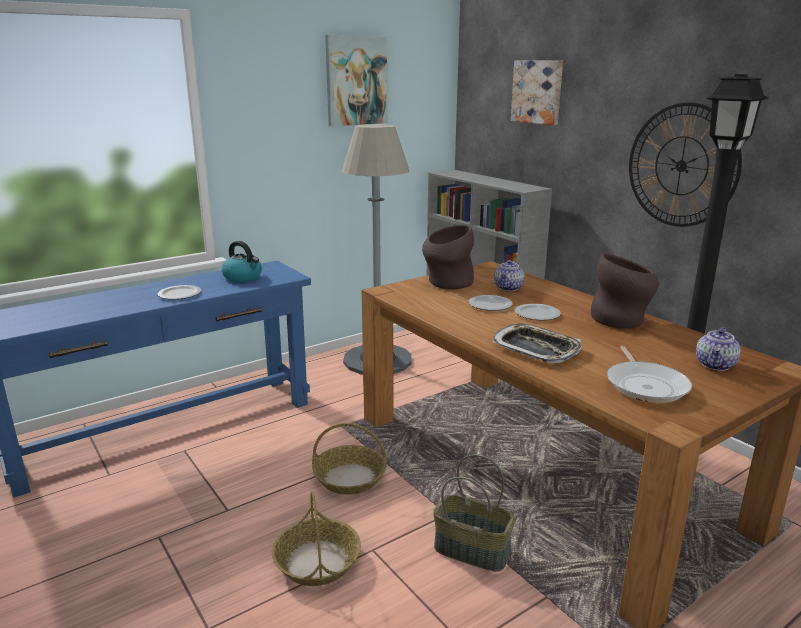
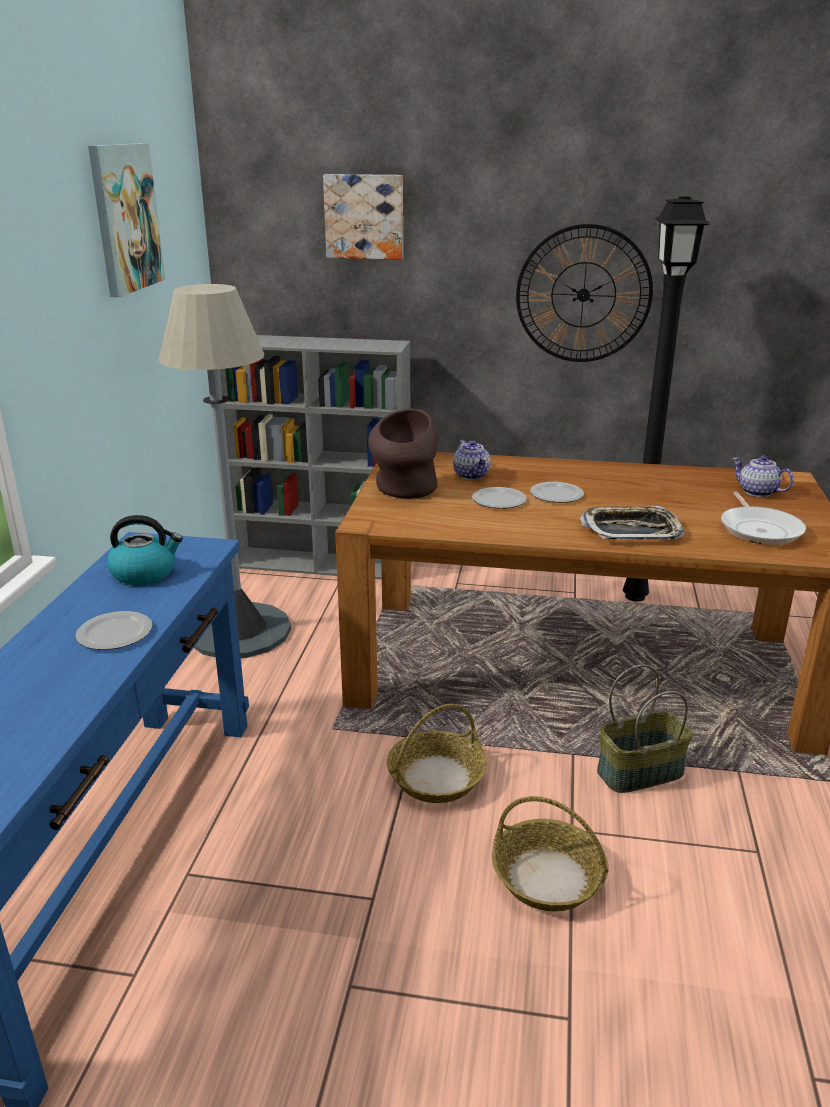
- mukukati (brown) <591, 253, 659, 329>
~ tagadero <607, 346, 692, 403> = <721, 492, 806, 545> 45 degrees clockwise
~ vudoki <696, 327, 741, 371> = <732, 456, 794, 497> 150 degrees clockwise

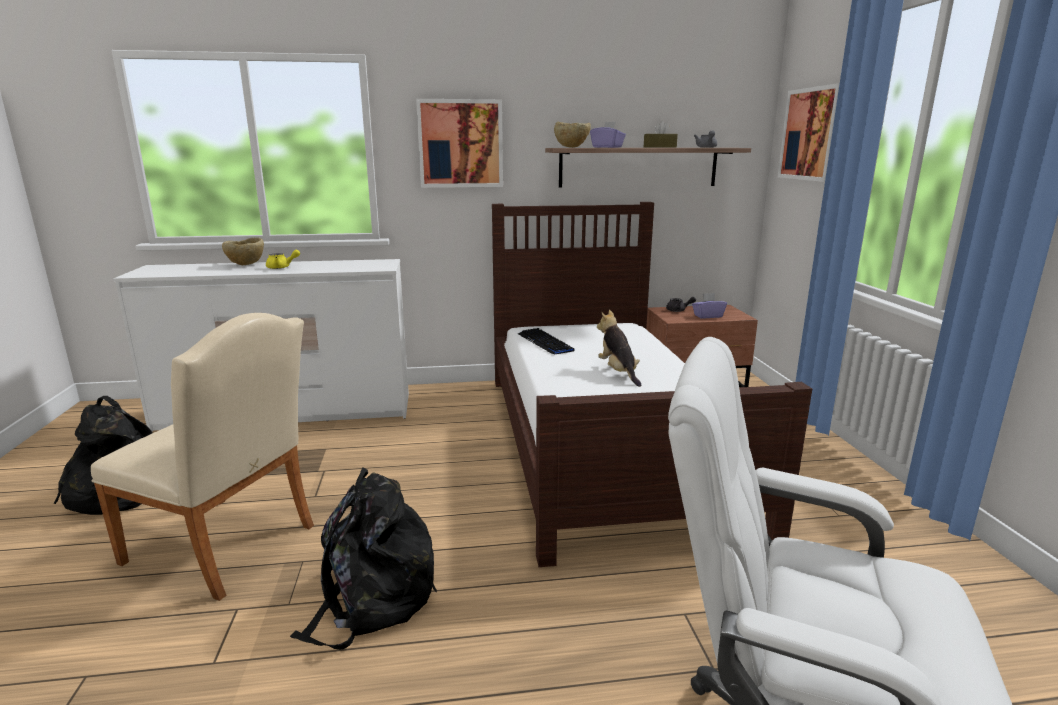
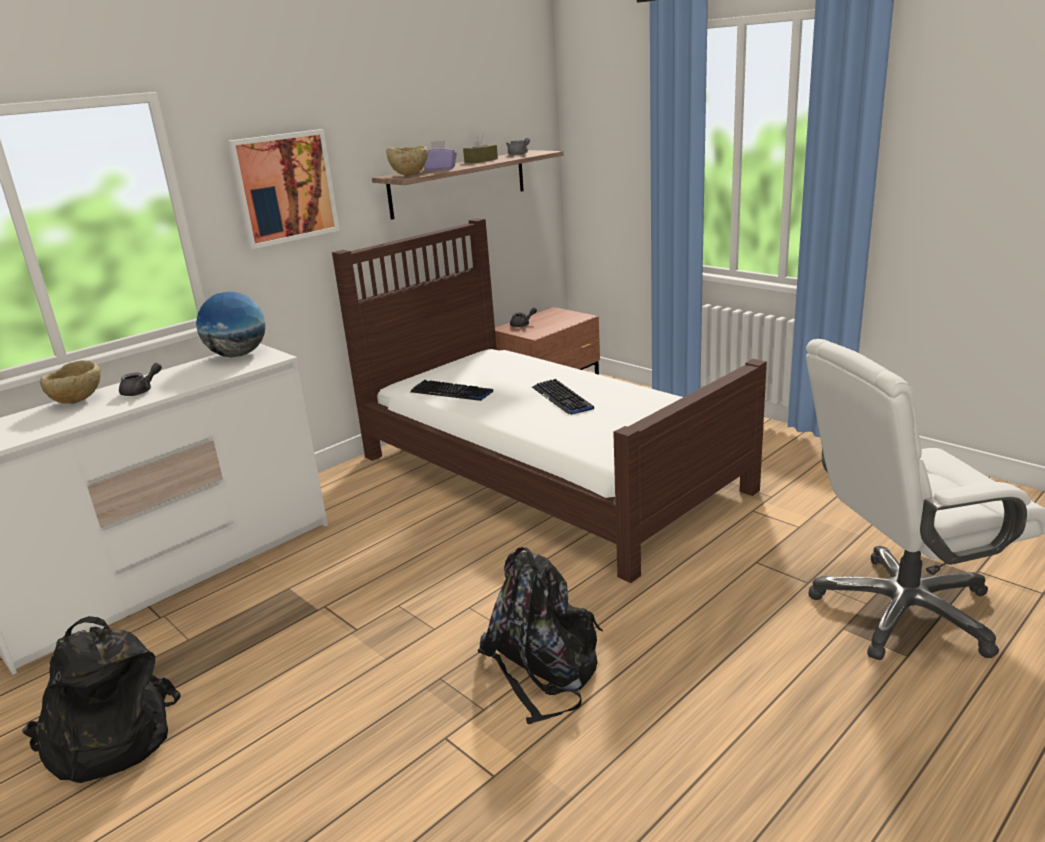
- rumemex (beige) <91, 313, 314, 601>
~ vudoki (yellow) <266, 250, 300, 269> to vudoki (grey) <119, 363, 162, 396>
~ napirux <597, 310, 641, 387> to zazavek <532, 379, 594, 415>
- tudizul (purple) <692, 293, 727, 319>
- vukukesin <777, 83, 840, 182>
+ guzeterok <196, 292, 265, 357>

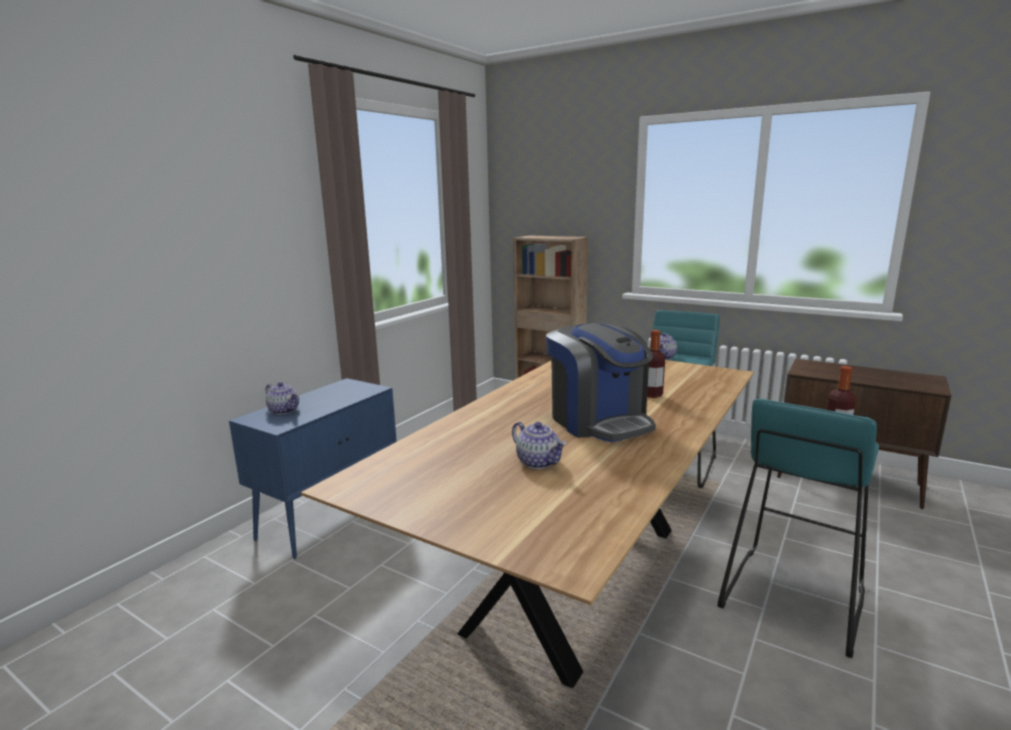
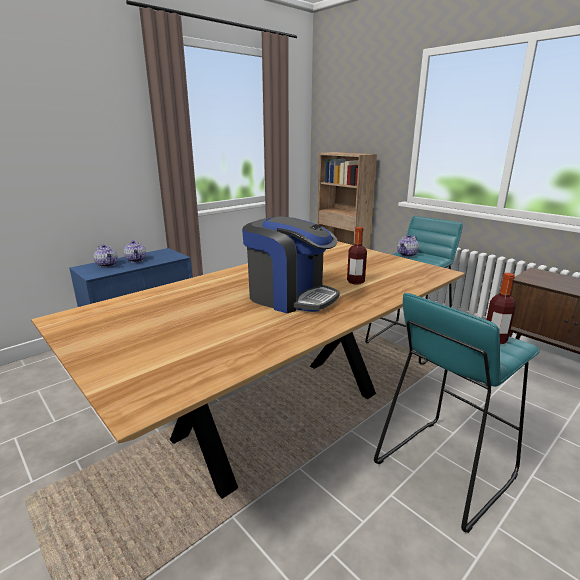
~ vudoki <512, 422, 566, 469> to <124, 240, 146, 262>
~ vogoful <546, 323, 656, 442> = <242, 216, 340, 313> 45 degrees counterclockwise

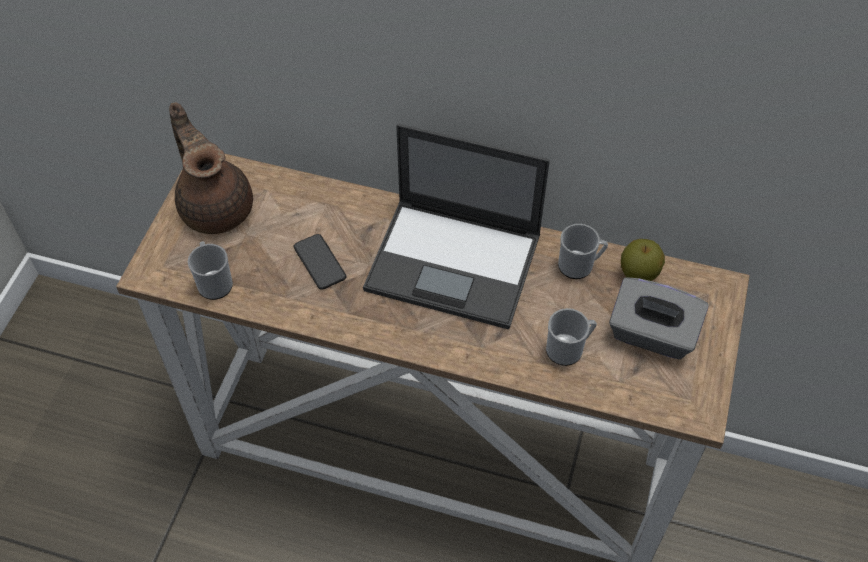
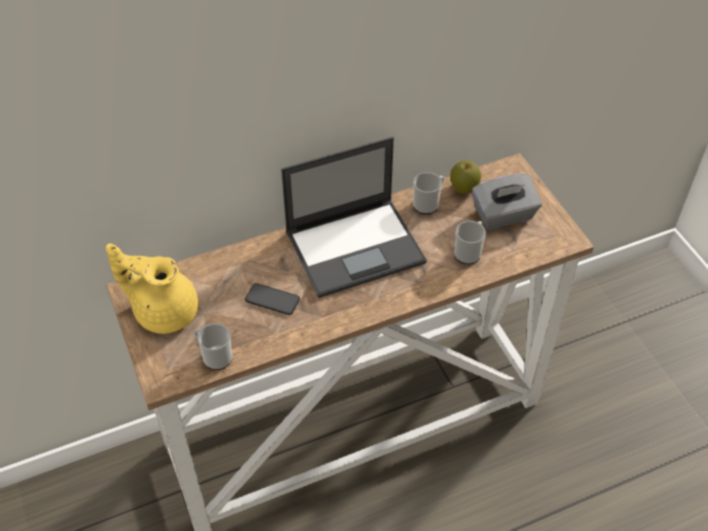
~ vudoki (brown) <169, 102, 253, 234> to vudoki (yellow) <106, 244, 198, 334>

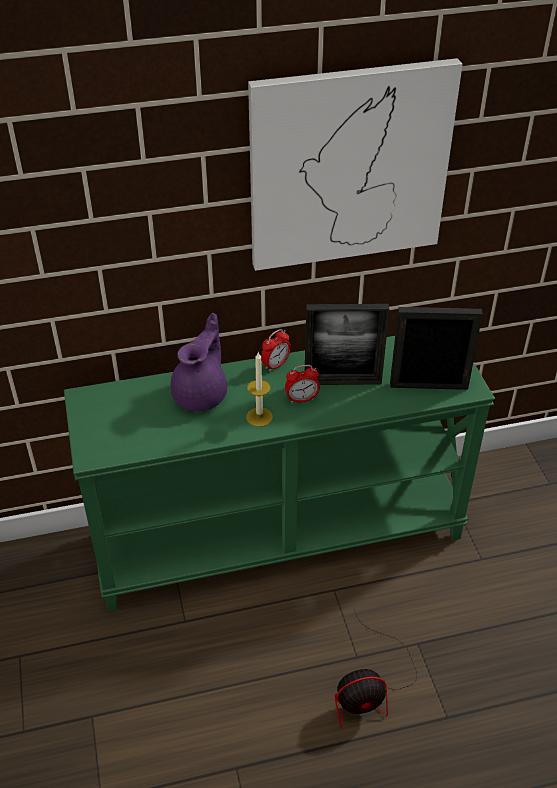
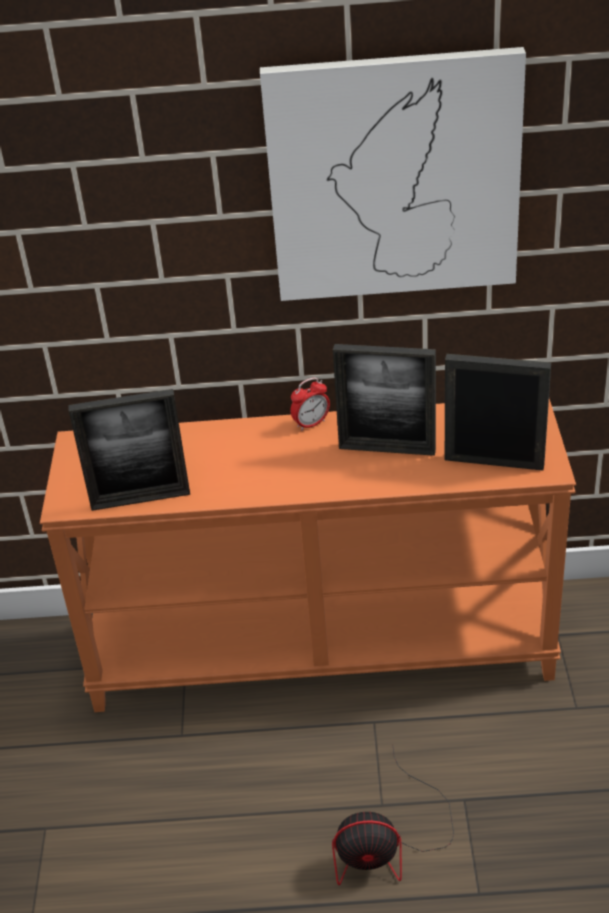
~ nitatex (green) <64, 336, 495, 611> to nitatex (orange) <40, 399, 576, 712>
- vudoki (purple) <170, 313, 227, 411>
- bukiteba <246, 352, 273, 427>
- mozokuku <285, 365, 320, 403>
+ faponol <68, 389, 190, 511>

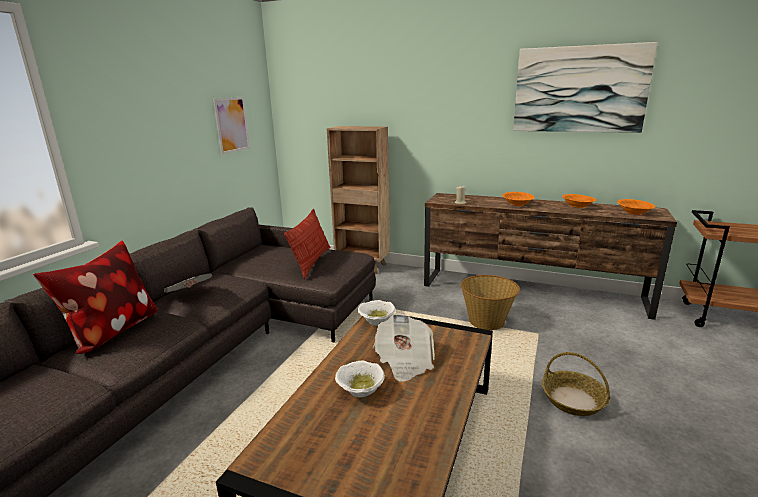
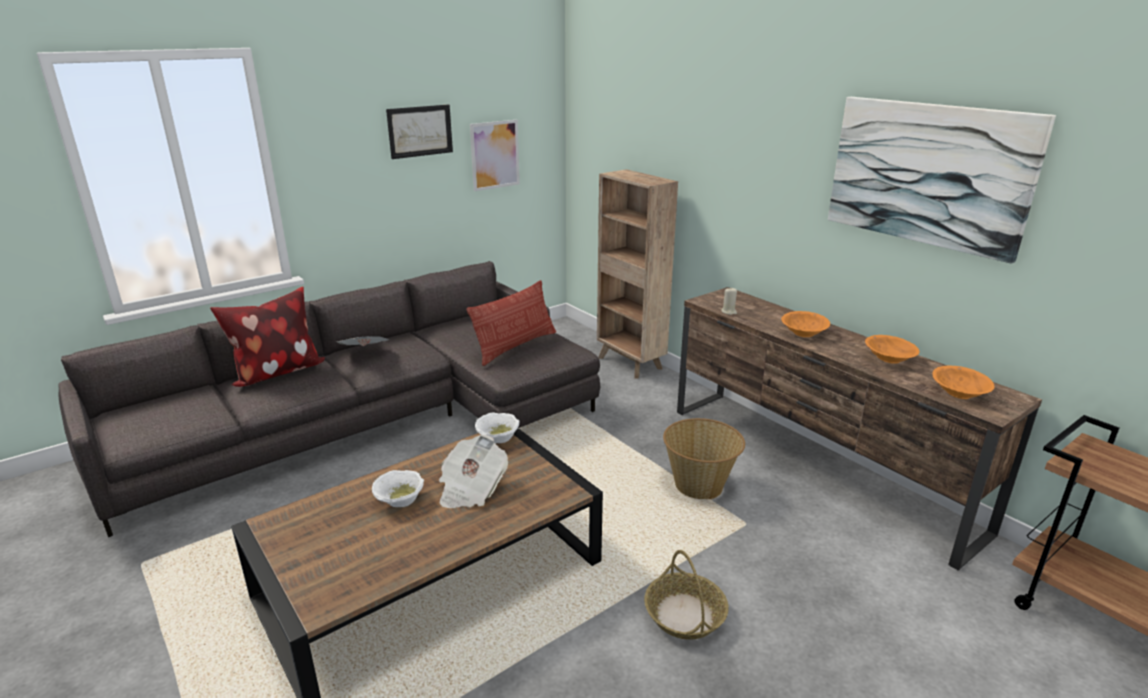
+ vukukesin <386, 104, 453, 159>

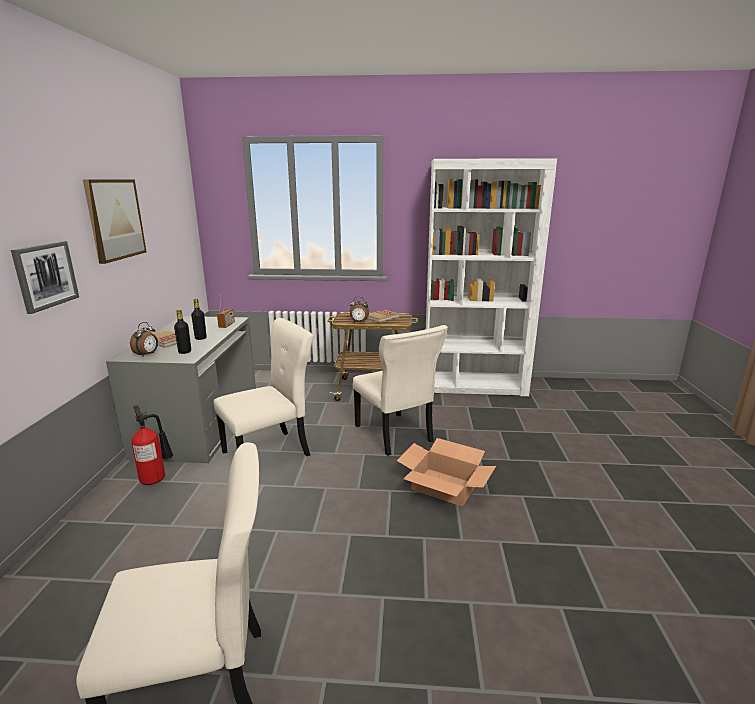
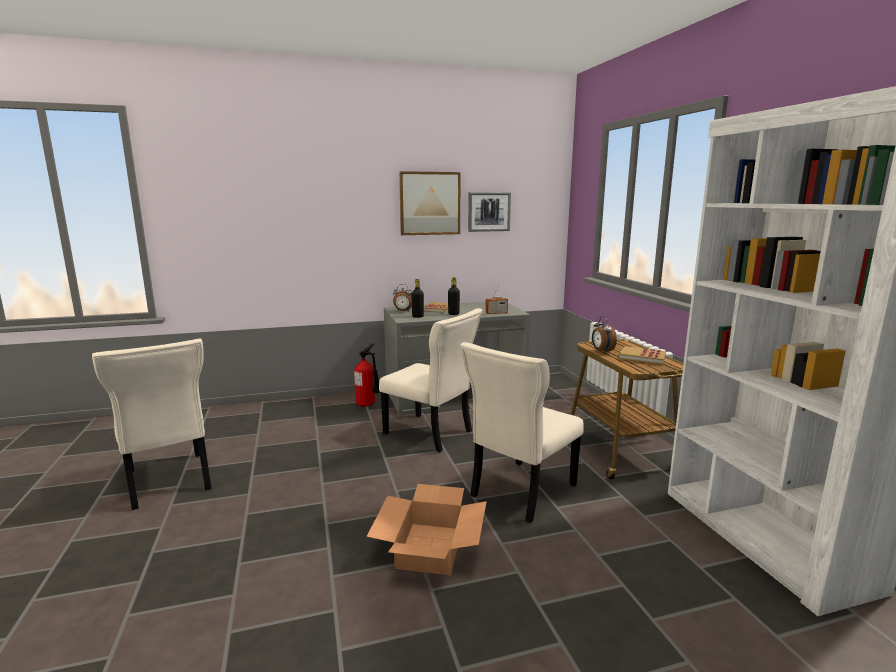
~ vukukesin <11, 241, 79, 314> to <468, 192, 511, 232>

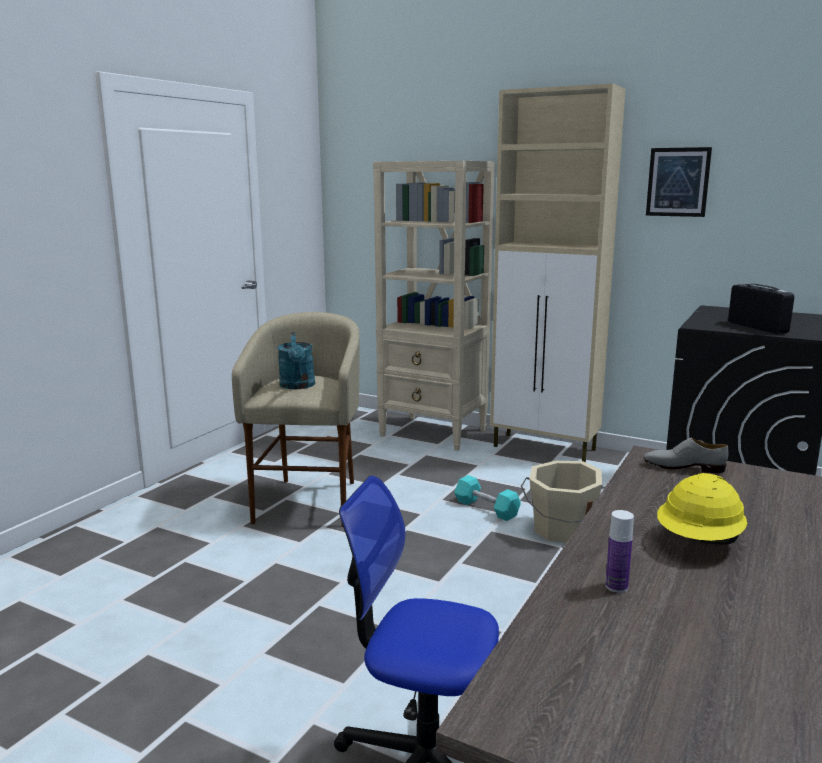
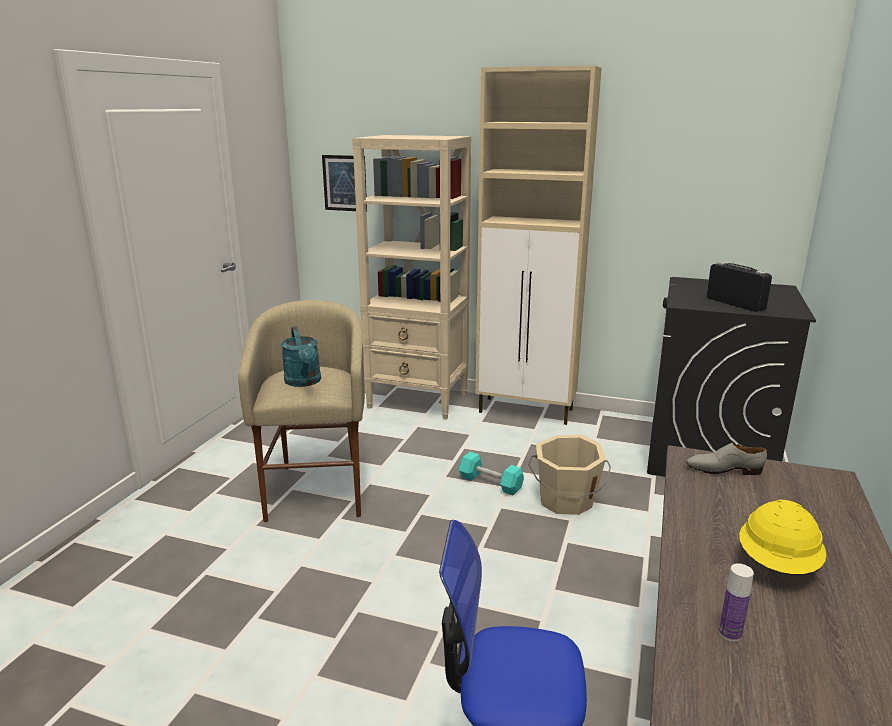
~ vukukesin <646, 147, 712, 217> to <322, 155, 367, 211>

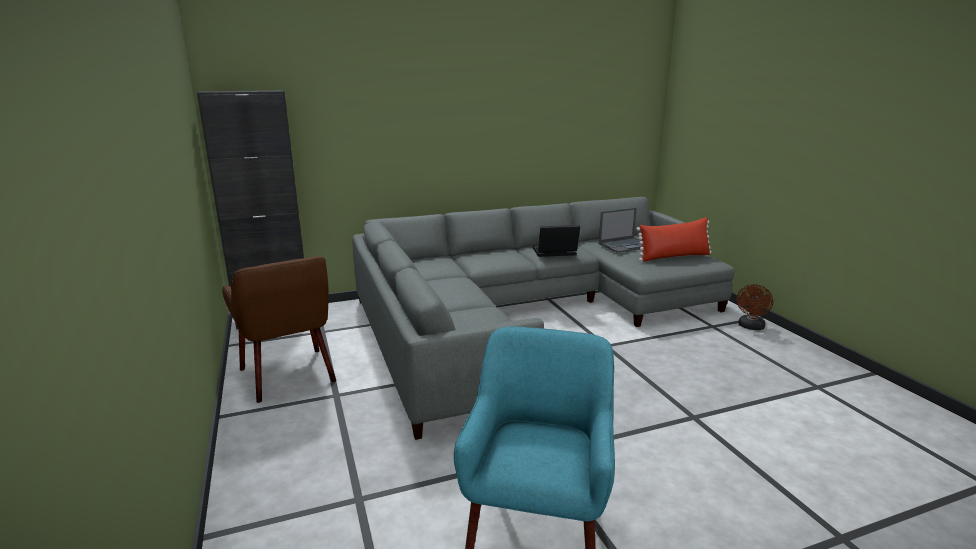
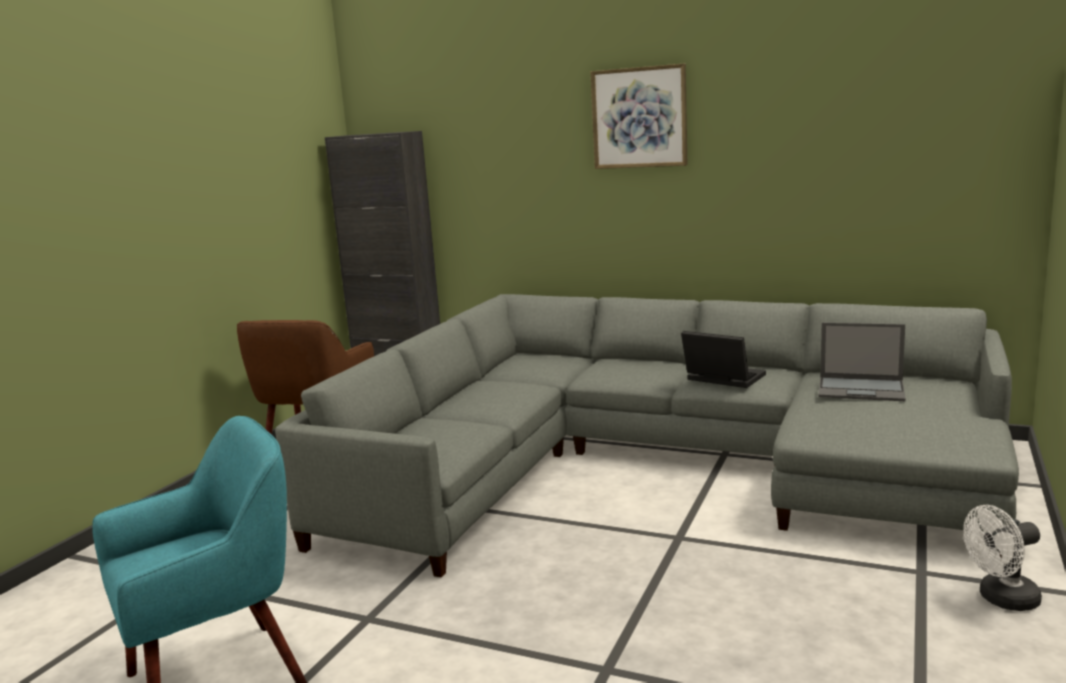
- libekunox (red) <637, 217, 712, 262>
~ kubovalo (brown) <737, 284, 773, 330> to kubovalo (white) <963, 505, 1042, 611>
+ vukukesin <590, 63, 687, 169>

